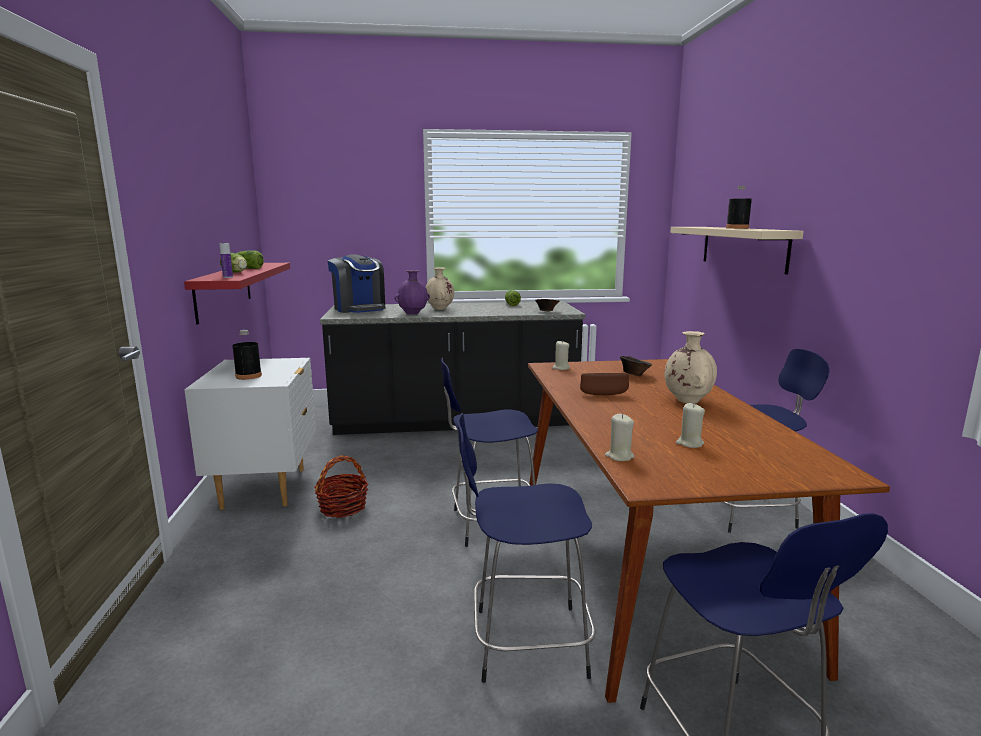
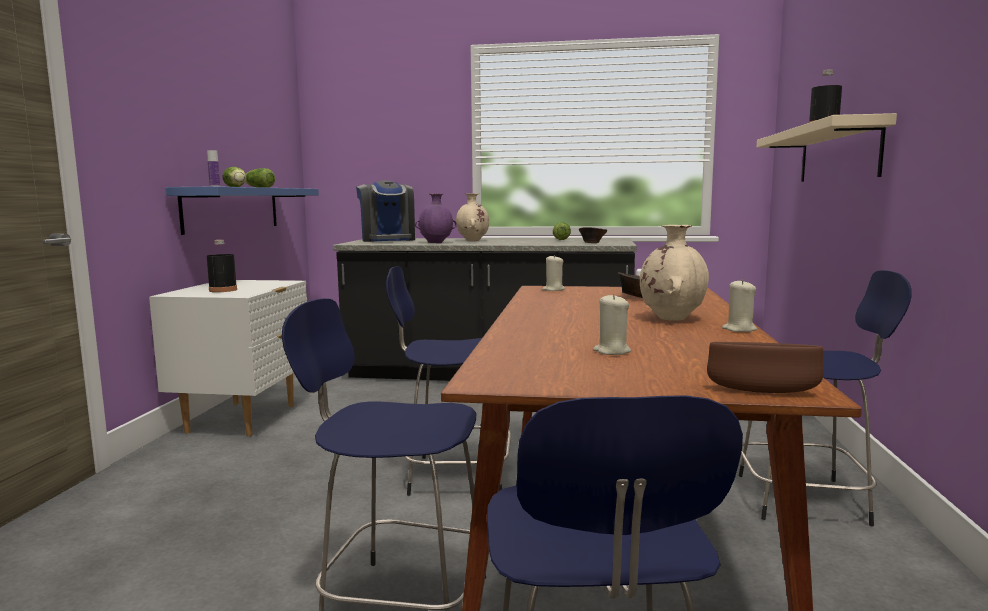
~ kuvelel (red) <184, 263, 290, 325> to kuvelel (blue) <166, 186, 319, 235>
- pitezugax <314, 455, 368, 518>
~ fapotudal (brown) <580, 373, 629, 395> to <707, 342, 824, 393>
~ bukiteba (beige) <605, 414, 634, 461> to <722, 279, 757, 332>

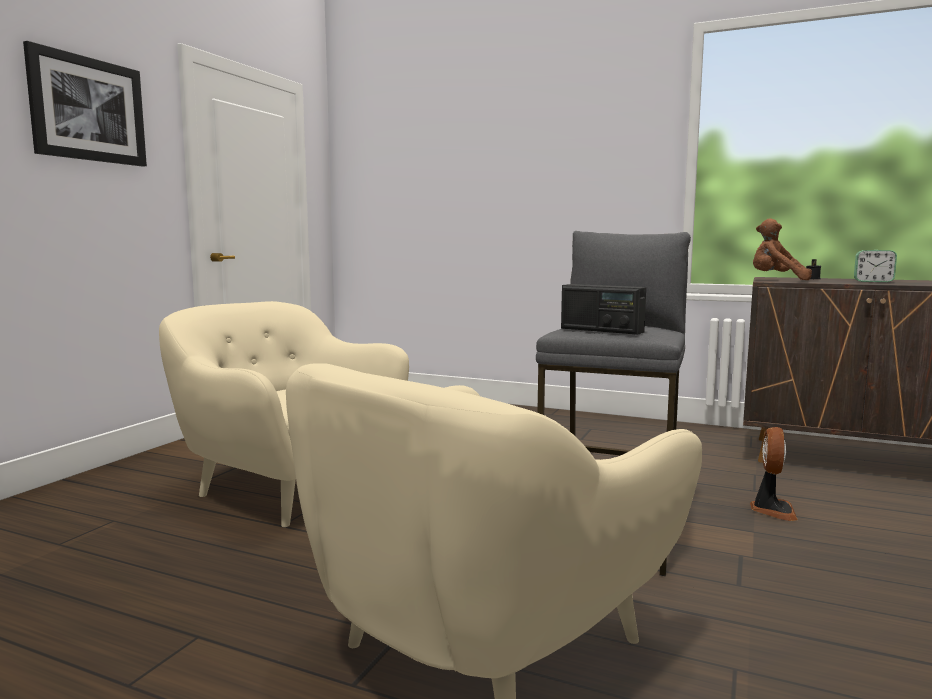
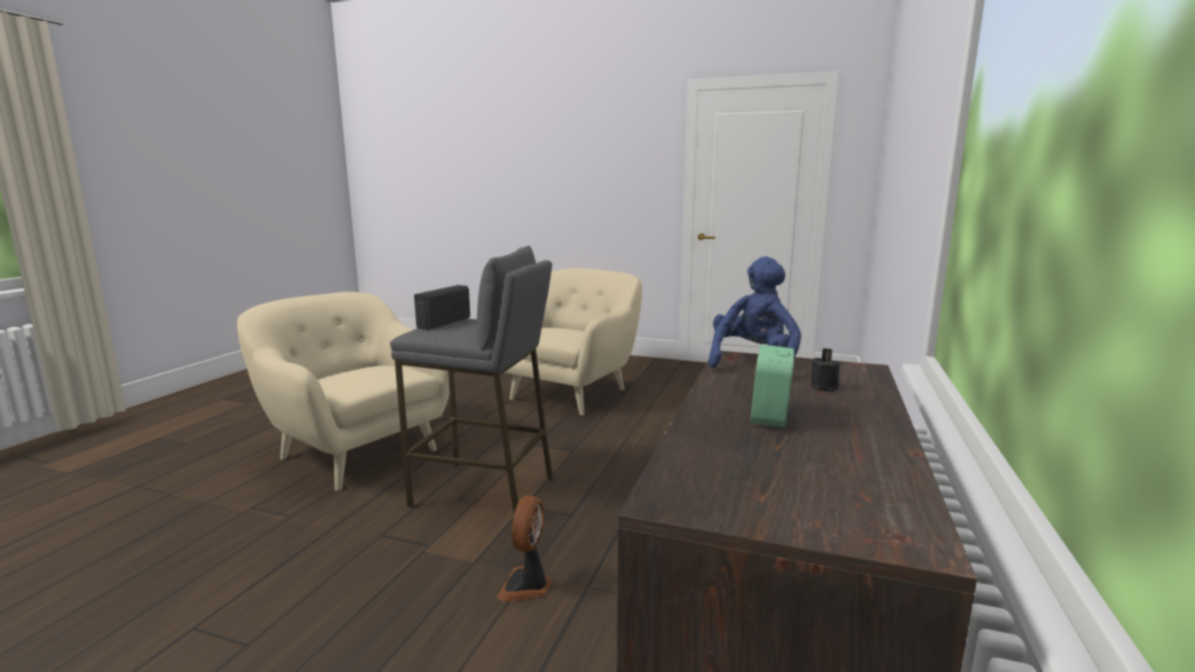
- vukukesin <23, 41, 147, 167>
~ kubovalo <750, 427, 798, 521> = <497, 495, 552, 602> 90 degrees clockwise
~ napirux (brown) <753, 218, 812, 280> to napirux (blue) <708, 257, 801, 368>

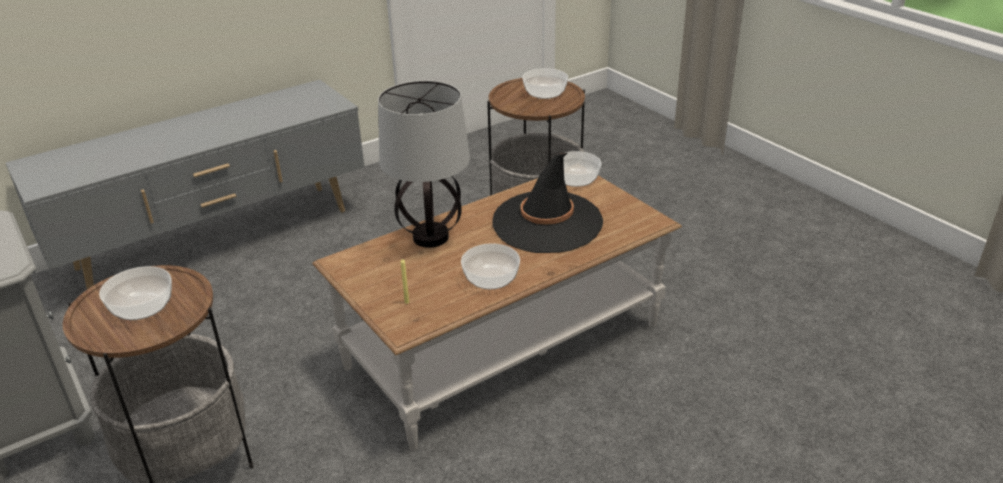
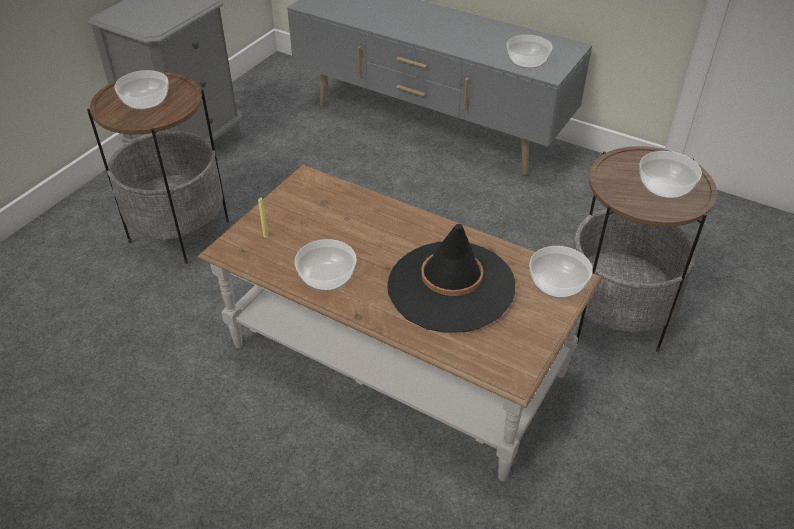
- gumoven <378, 81, 470, 248>
+ fapotudal <507, 35, 552, 68>

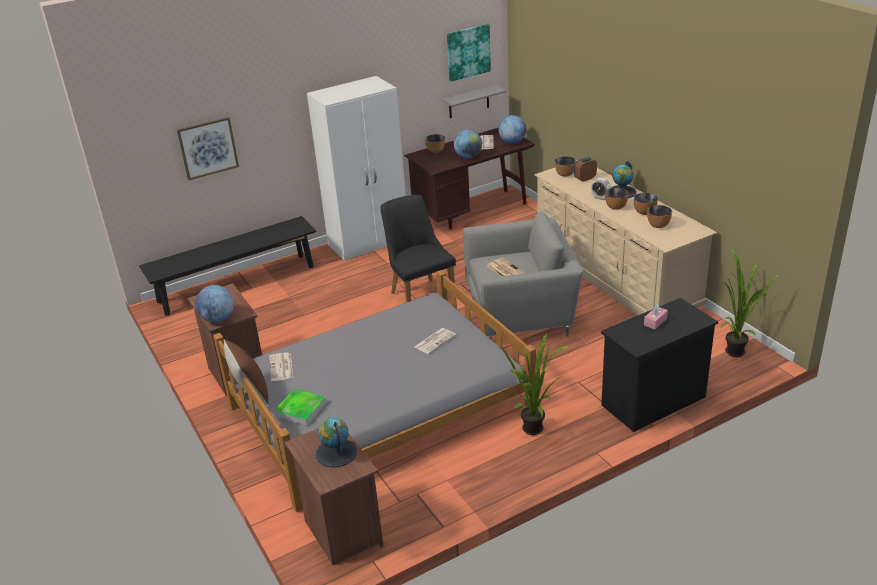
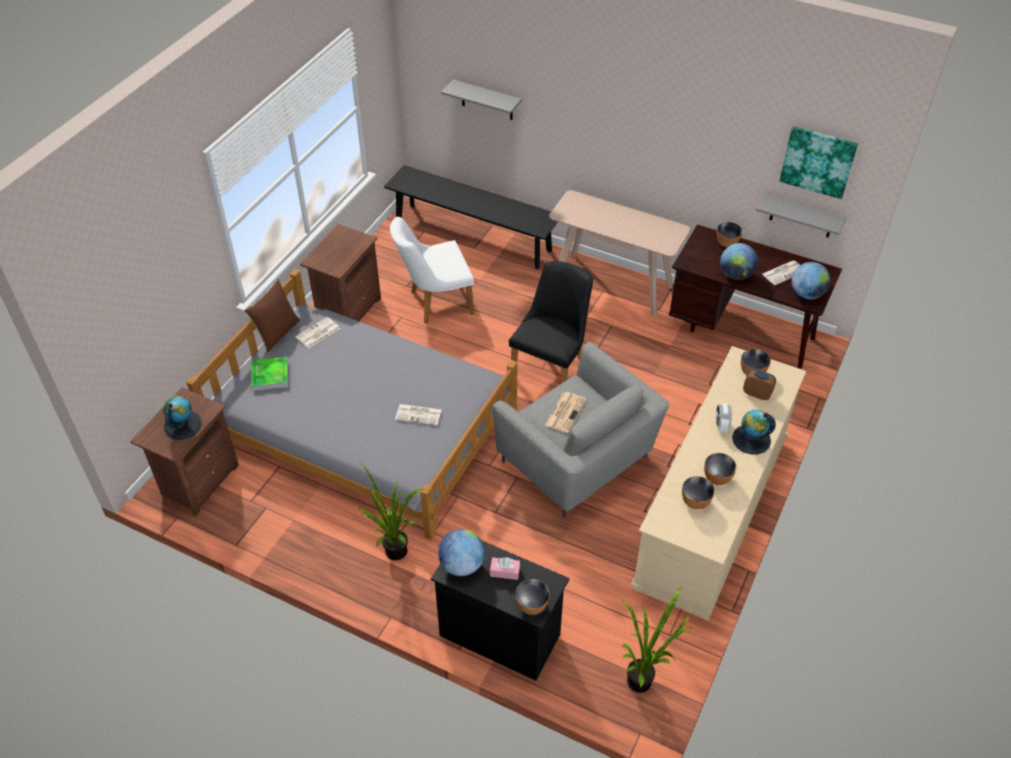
~ vukukesin <177, 117, 239, 180> to kuvelel (grey) <441, 80, 522, 120>
~ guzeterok <195, 285, 234, 322> to <438, 529, 485, 576>
~ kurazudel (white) <307, 76, 406, 261> to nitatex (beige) <549, 190, 690, 317>
~ fapotudal <605, 188, 629, 210> to <515, 579, 550, 615>
+ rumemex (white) <390, 217, 474, 324>

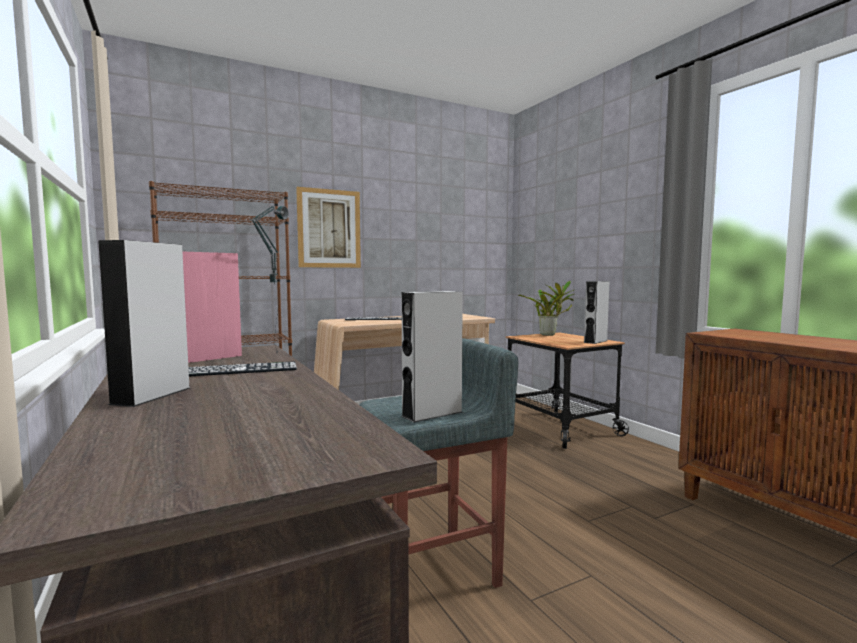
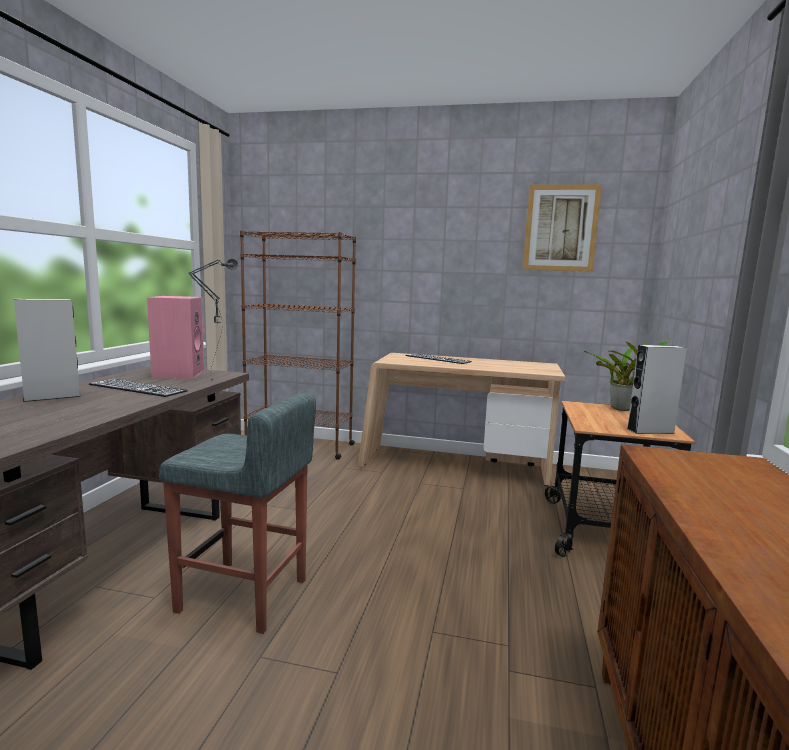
~ vukukesin <296, 187, 361, 268> to <523, 184, 602, 272>
- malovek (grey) <401, 291, 463, 423>

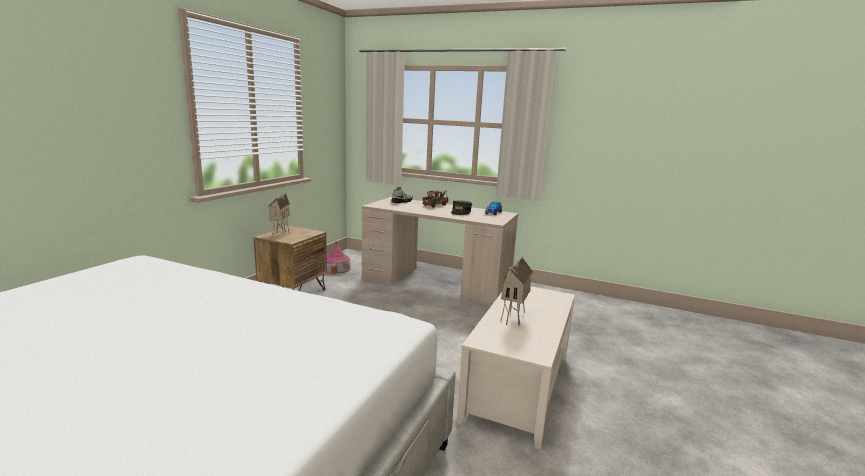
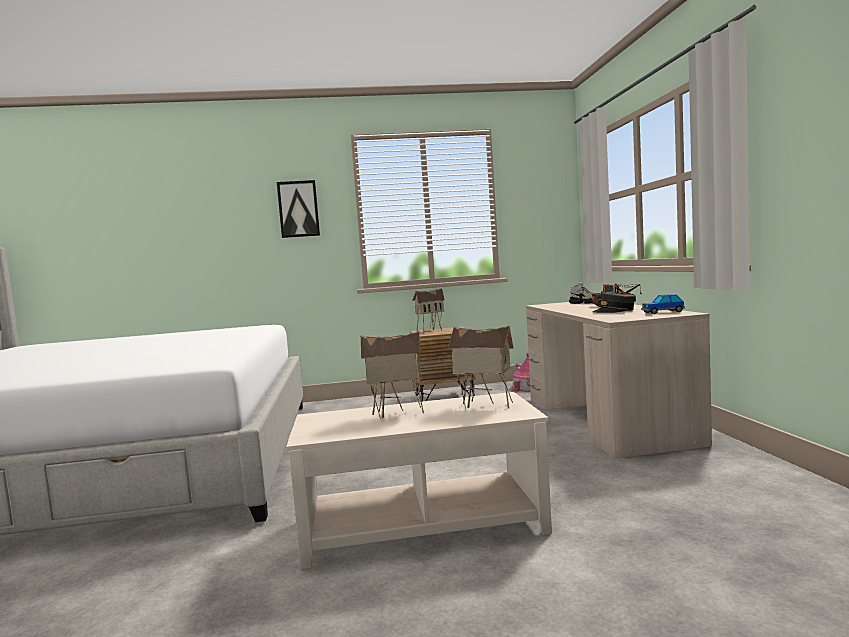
+ vukukesin <277, 180, 320, 238>
+ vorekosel <448, 325, 514, 409>

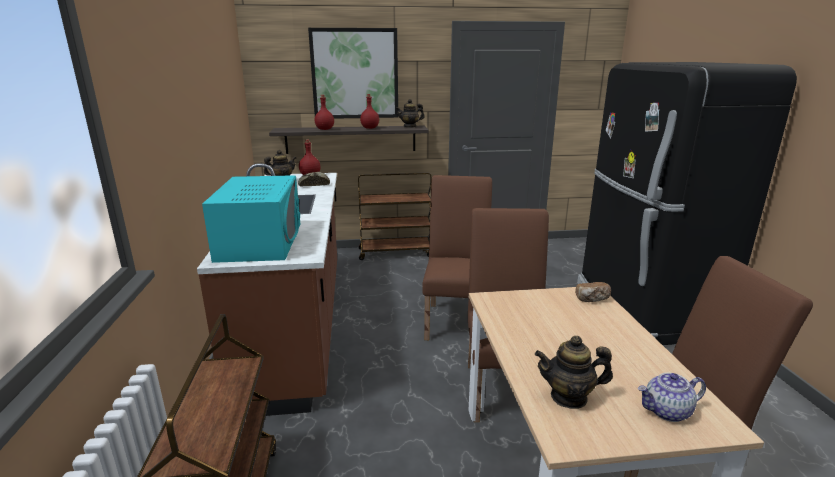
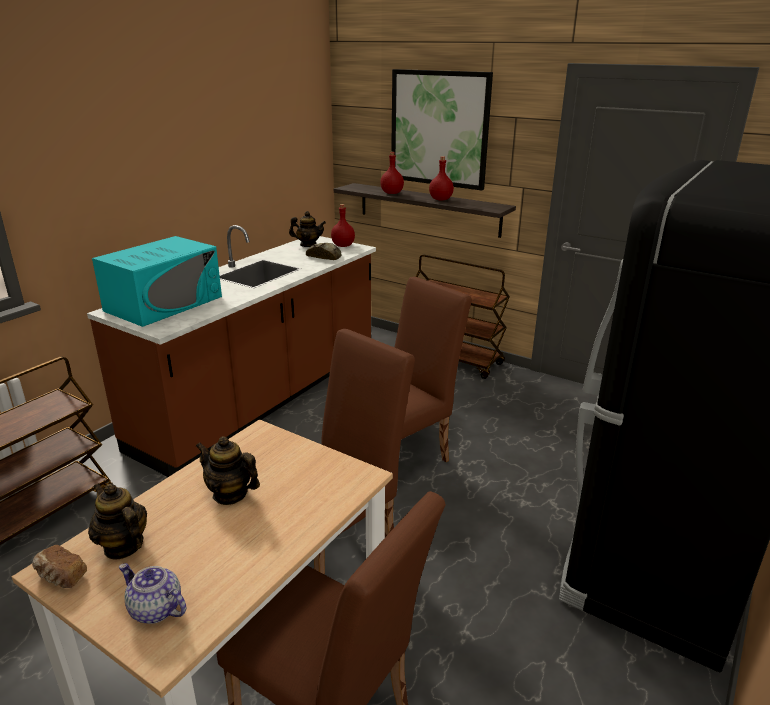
~ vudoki <396, 99, 425, 128> to <196, 436, 260, 505>
~ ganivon <575, 282, 611, 302> to <32, 545, 87, 588>

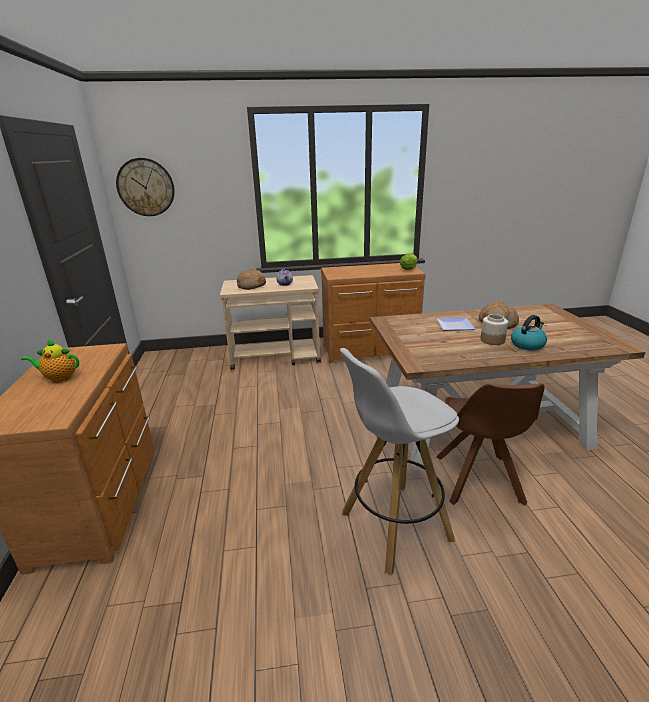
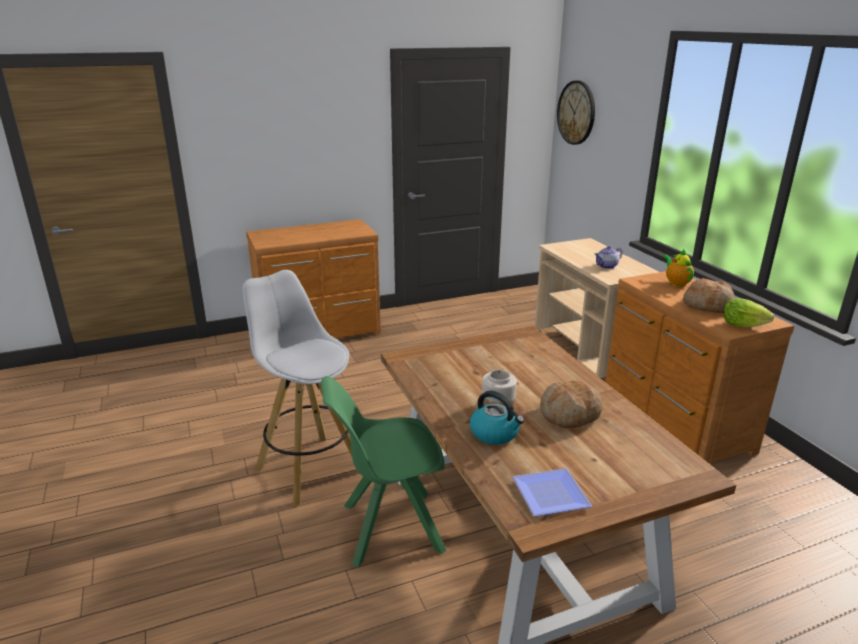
~ vudoki <21, 339, 79, 383> to <663, 249, 694, 287>
~ ganivon <237, 269, 266, 290> to <683, 278, 735, 313>
~ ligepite <436, 318, 476, 330> to <513, 468, 592, 517>
~ rumemex (brown) <436, 383, 544, 506> to rumemex (green) <321, 376, 446, 567>

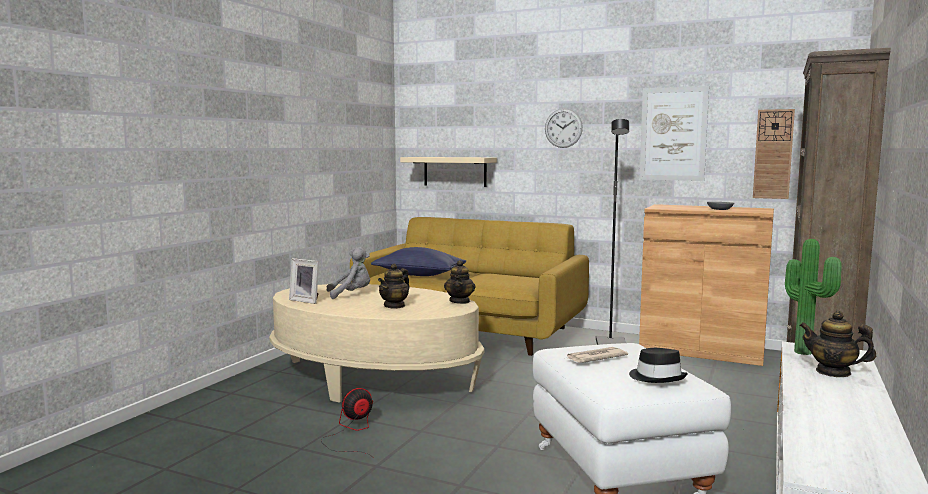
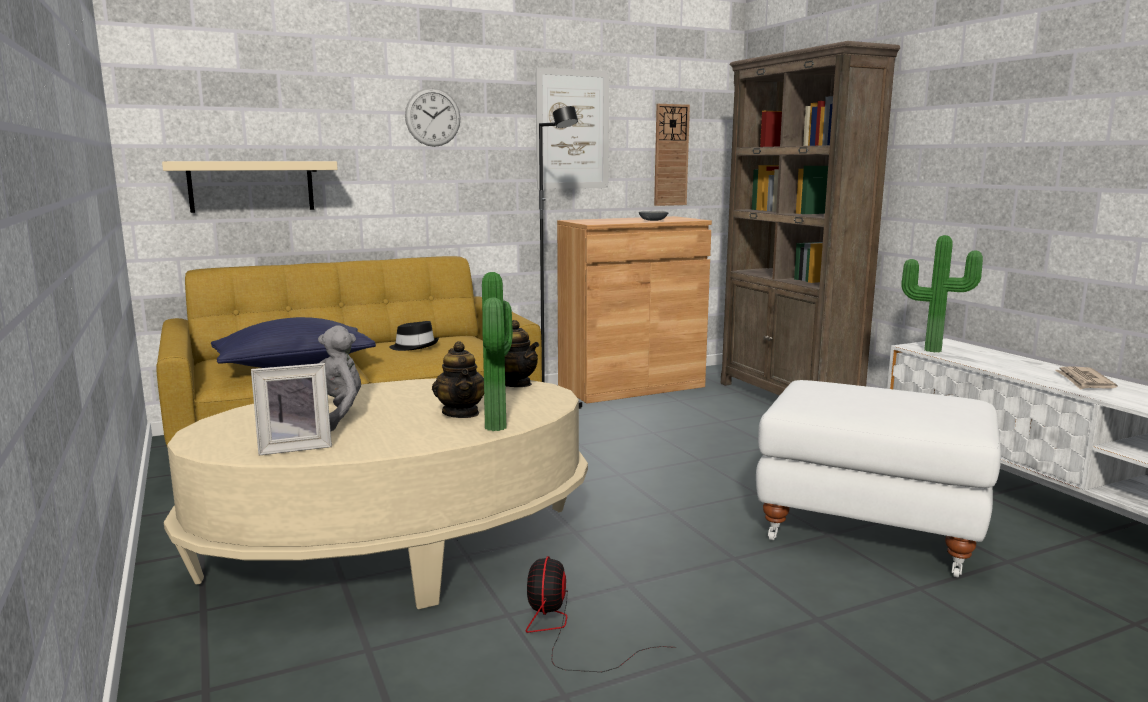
~ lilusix <567, 347, 628, 363> to <1055, 366, 1118, 390>
~ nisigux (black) <629, 348, 688, 383> to <389, 321, 439, 351>
- vudoki <799, 311, 876, 377>
+ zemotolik <482, 272, 513, 431>

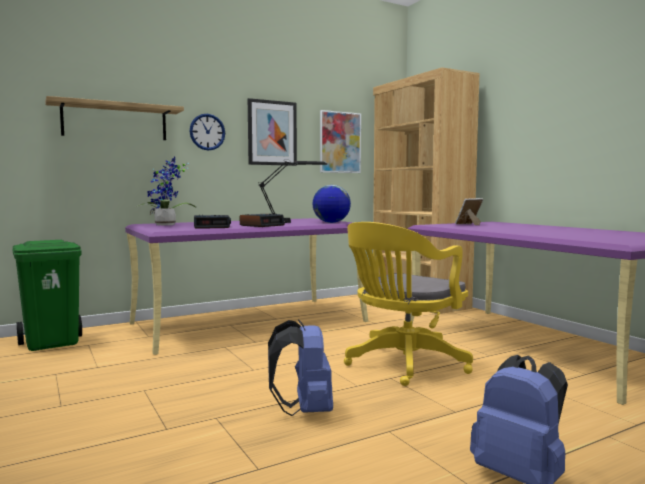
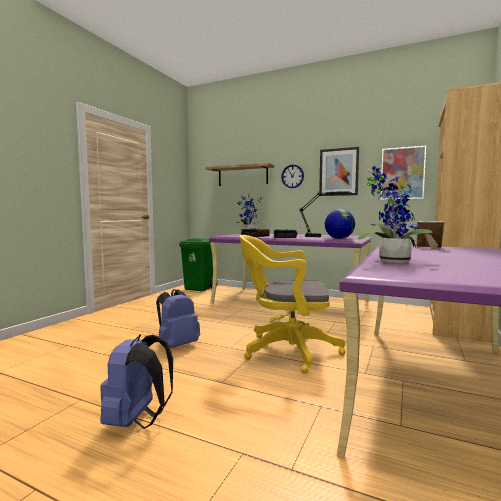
+ zemotolik <357, 166, 434, 263>

